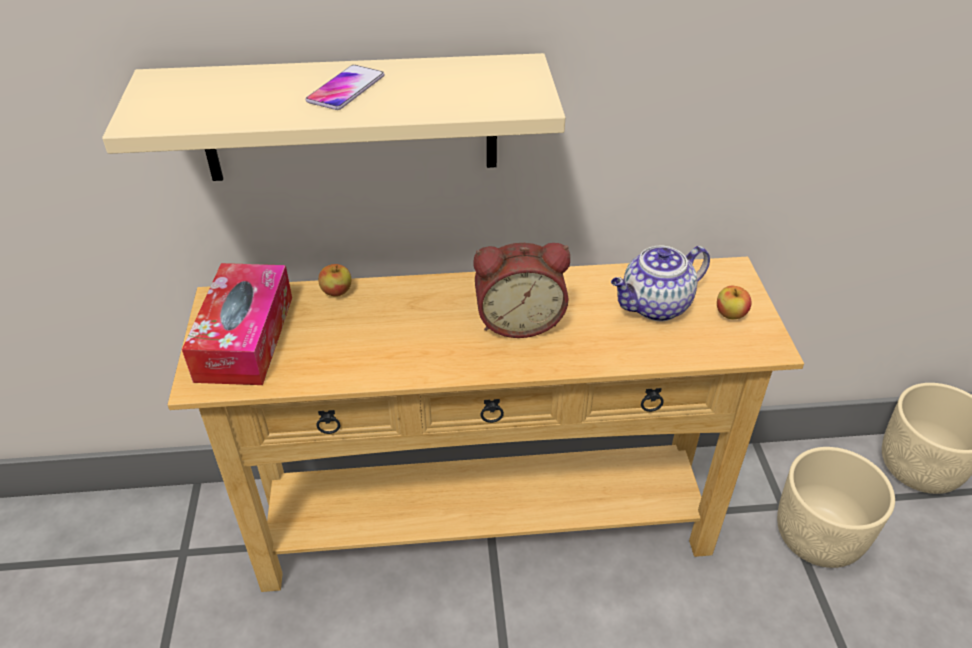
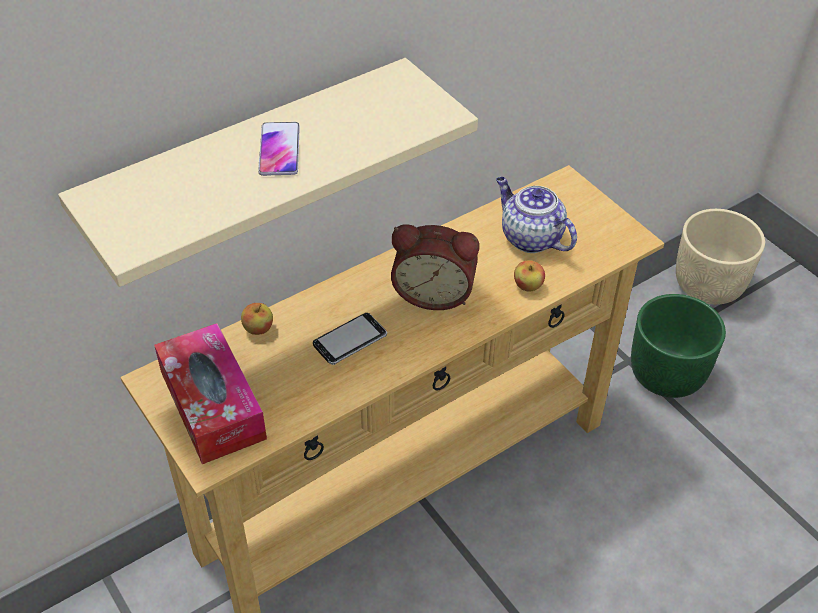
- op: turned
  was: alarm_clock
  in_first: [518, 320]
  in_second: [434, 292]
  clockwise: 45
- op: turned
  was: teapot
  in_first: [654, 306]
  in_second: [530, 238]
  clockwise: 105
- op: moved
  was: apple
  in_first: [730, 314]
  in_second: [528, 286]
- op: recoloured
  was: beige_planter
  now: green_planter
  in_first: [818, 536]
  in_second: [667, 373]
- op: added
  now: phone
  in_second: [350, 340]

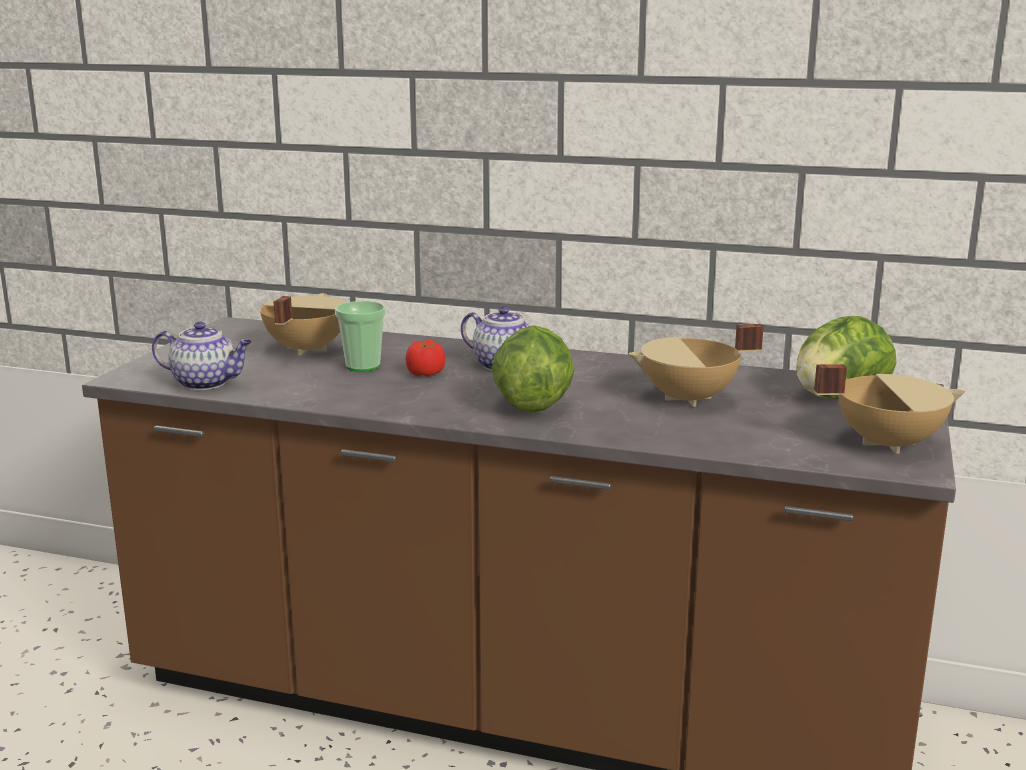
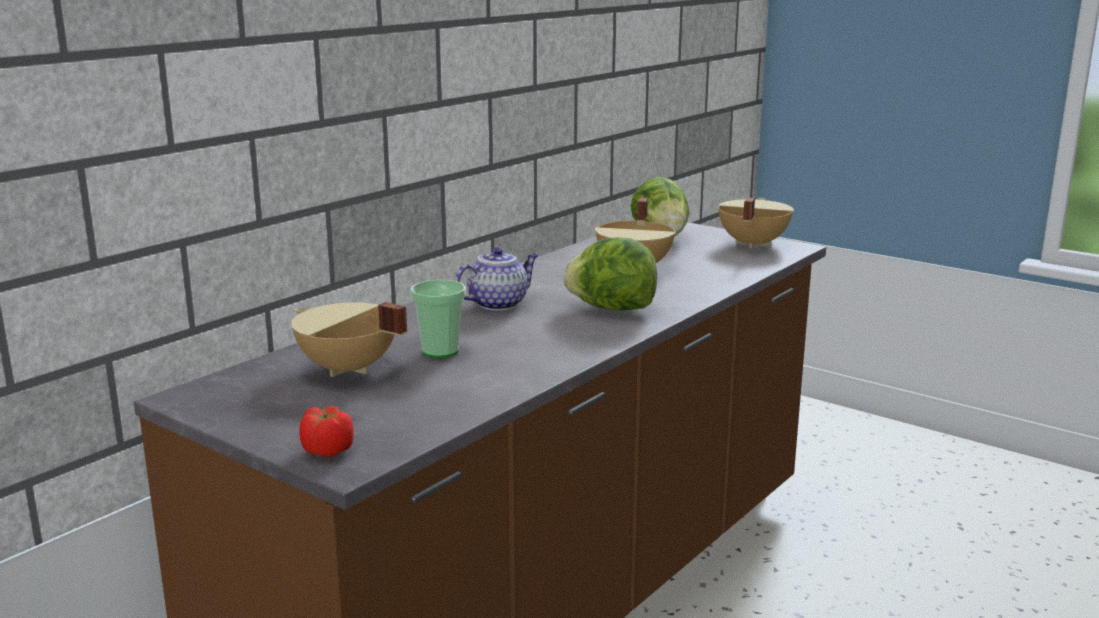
- op: removed
  was: teapot
  in_first: [206, 383]
- op: moved
  was: tomato
  in_first: [425, 373]
  in_second: [327, 450]

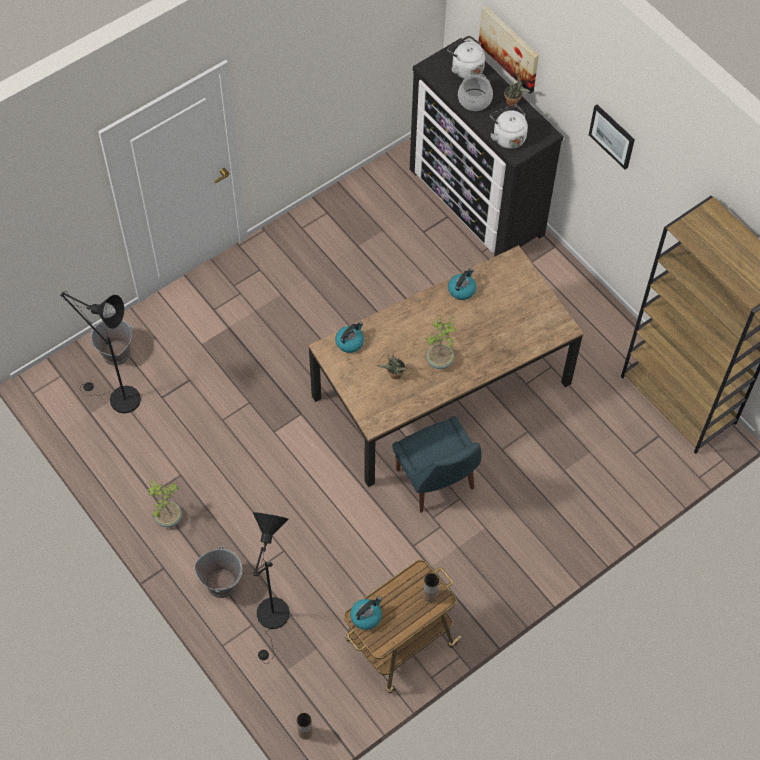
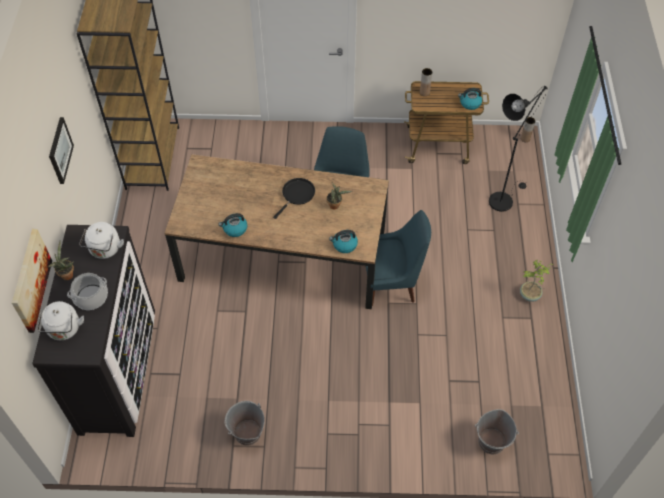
- op: removed
  was: black_floor_lamp
  in_first: [119, 399]
- op: moved
  was: grey_bucket
  in_first: [222, 583]
  in_second: [247, 433]
- op: replaced
  was: potted_plant
  now: black_frying_pan
  in_first: [440, 361]
  in_second: [297, 195]
- op: added
  now: blue_chair
  in_second: [391, 283]

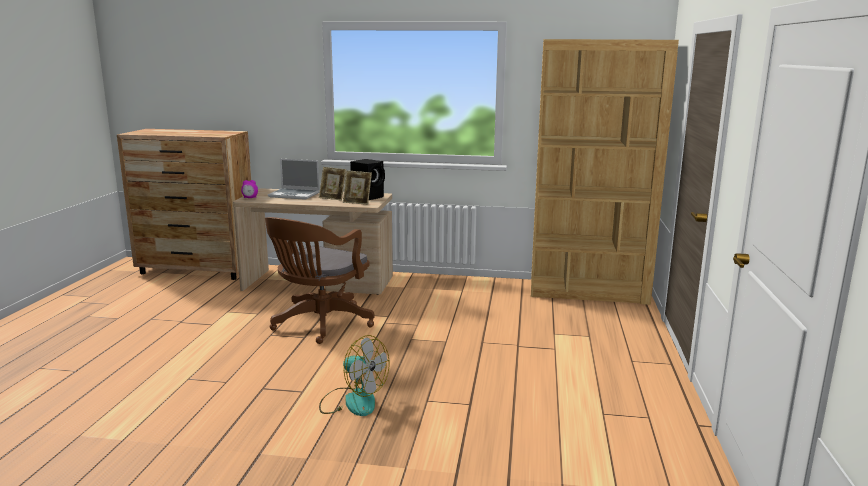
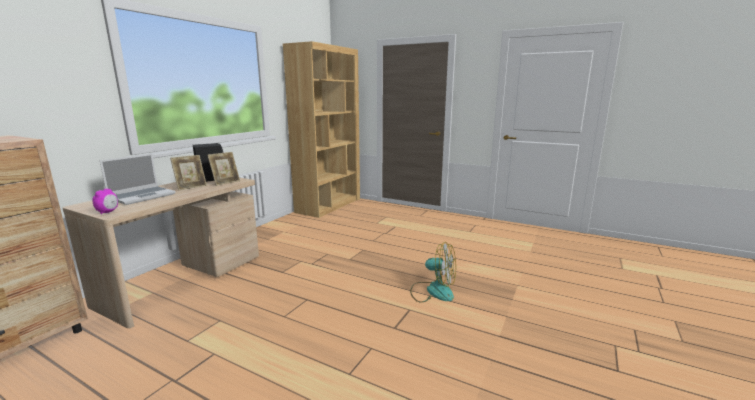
- op: removed
  was: brown_office_chair
  in_first: [319, 324]
- op: turned
  was: fan
  in_first: [352, 401]
  in_second: [433, 291]
  clockwise: 60

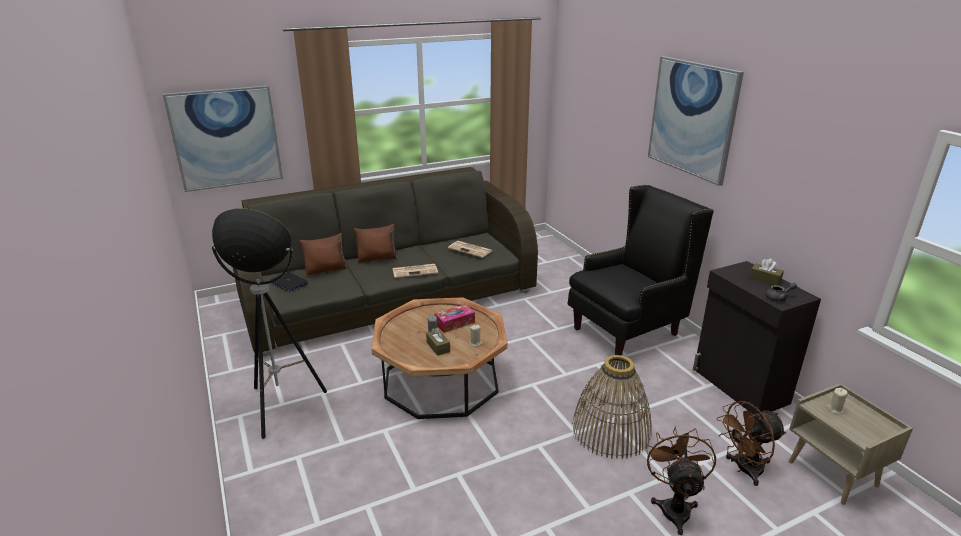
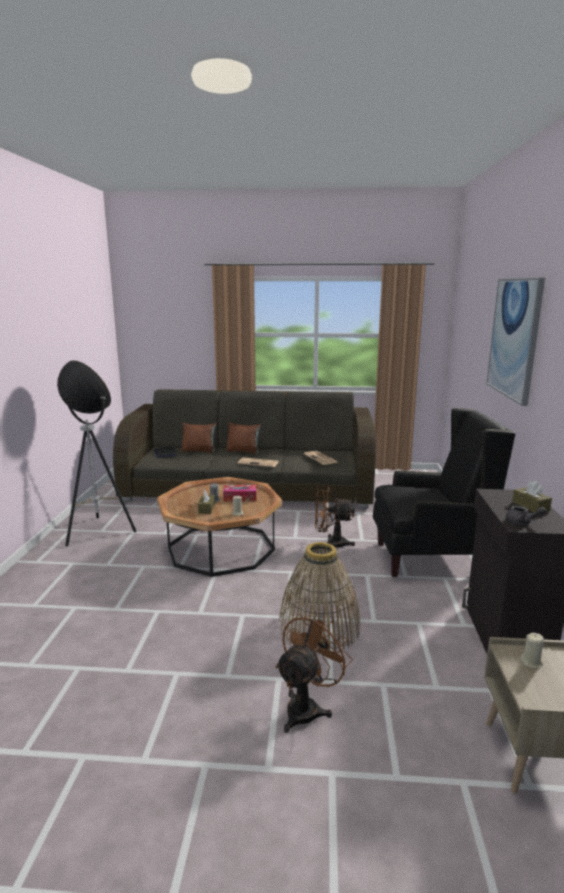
- op: removed
  was: picture
  in_first: [226, 138]
- op: moved
  was: brown_fan
  in_first: [743, 470]
  in_second: [331, 543]

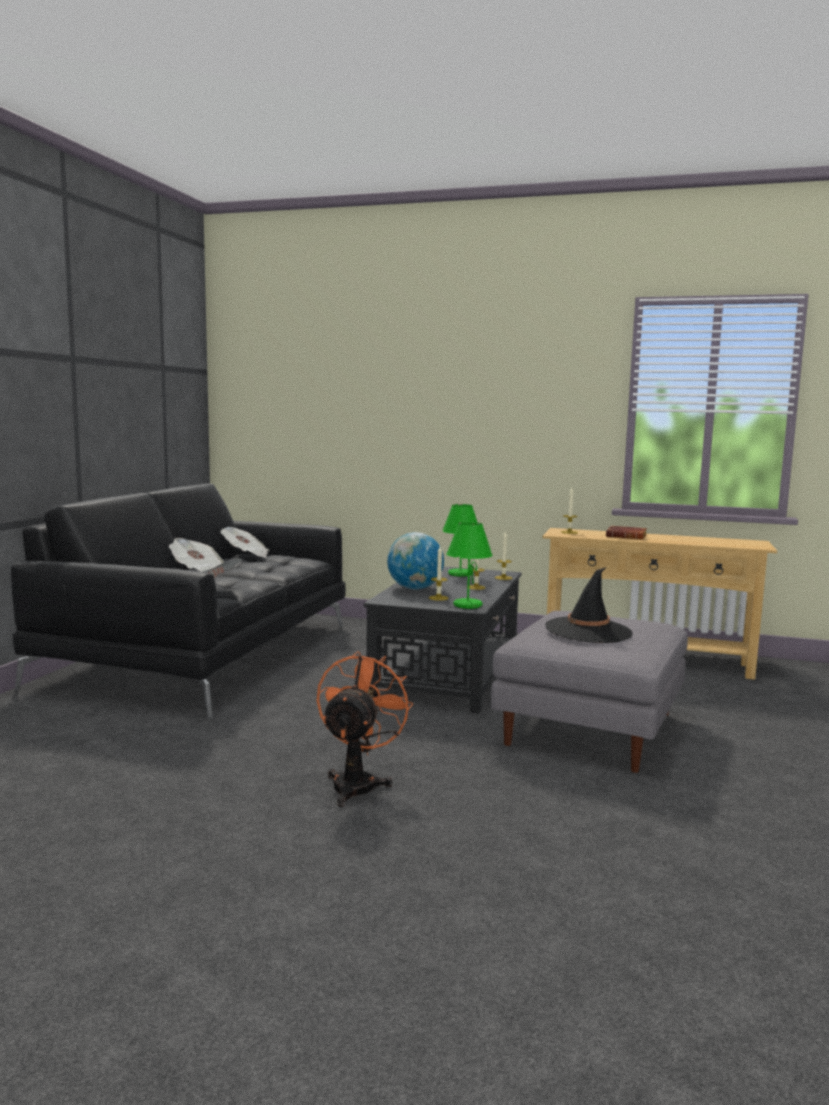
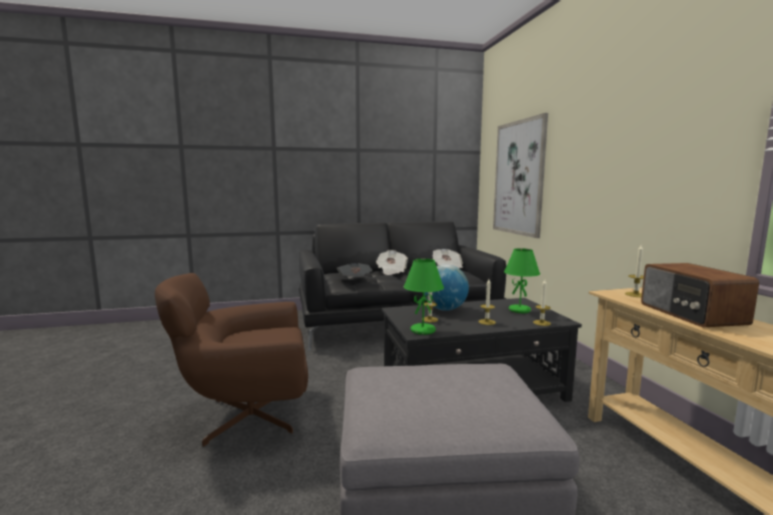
- op: replaced
  was: orange_fan
  now: brown_armchair
  in_first: [358, 783]
  in_second: [246, 416]
- op: removed
  was: black_hat
  in_first: [588, 631]
- op: replaced
  was: brown_book
  now: radio
  in_first: [627, 537]
  in_second: [690, 314]
- op: added
  now: picture
  in_second: [518, 178]

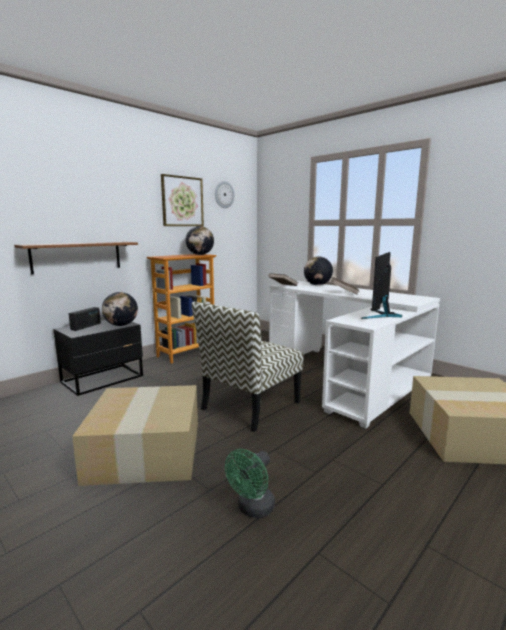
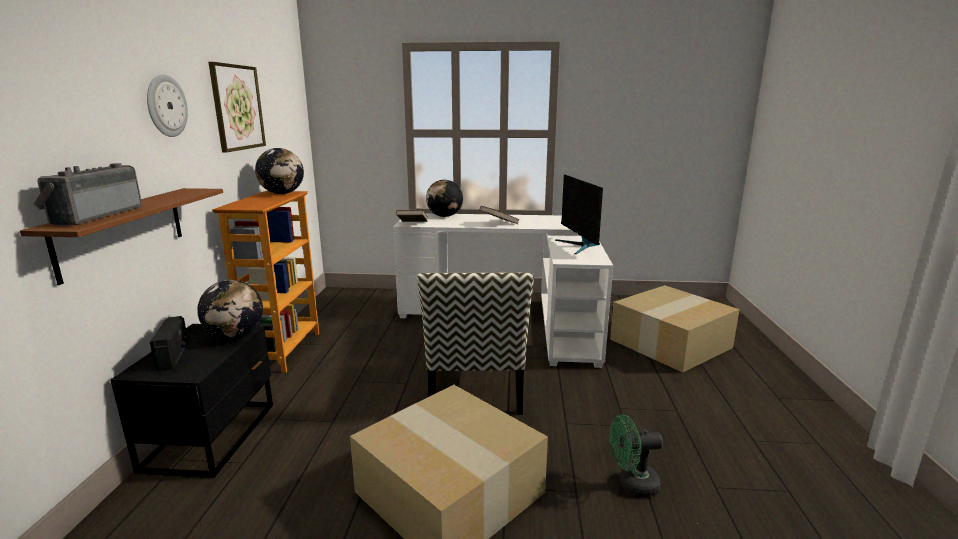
- op: moved
  was: wall_clock
  in_first: [224, 195]
  in_second: [166, 106]
- op: turned
  was: green_fan
  in_first: [252, 509]
  in_second: [632, 485]
  clockwise: 90
- op: added
  now: radio
  in_second: [94, 215]

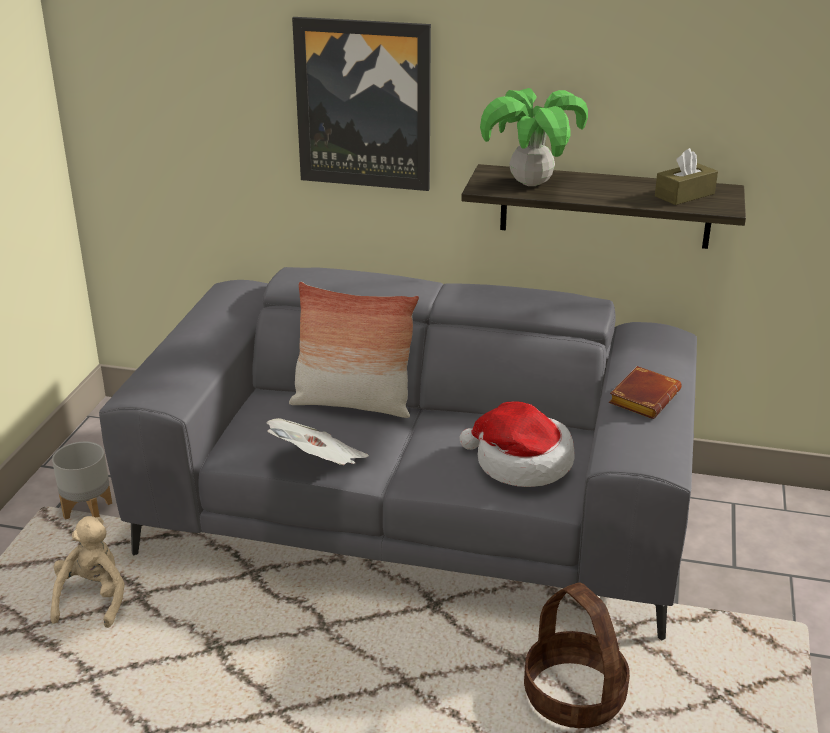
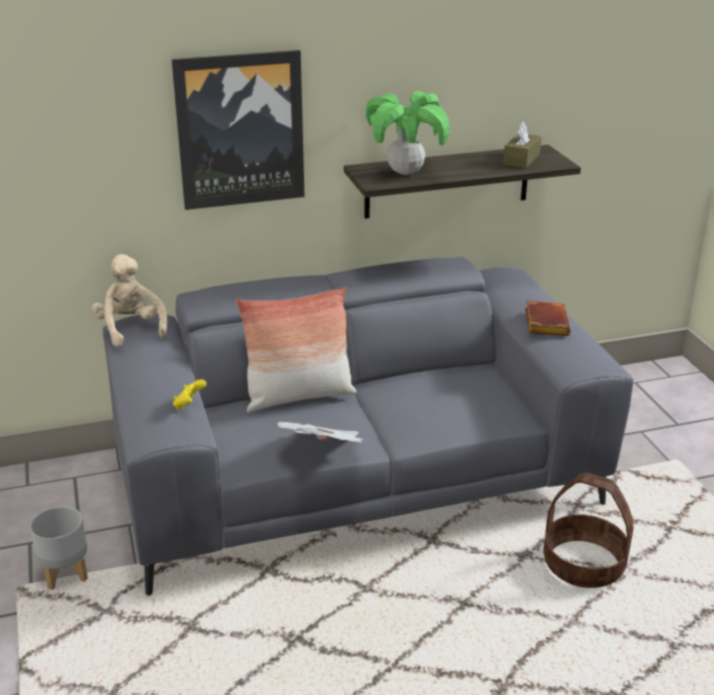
- op: moved
  was: beige_plush_toy
  in_first: [93, 599]
  in_second: [131, 329]
- op: removed
  was: hat
  in_first: [520, 463]
- op: added
  now: yellow_game_controller
  in_second: [189, 405]

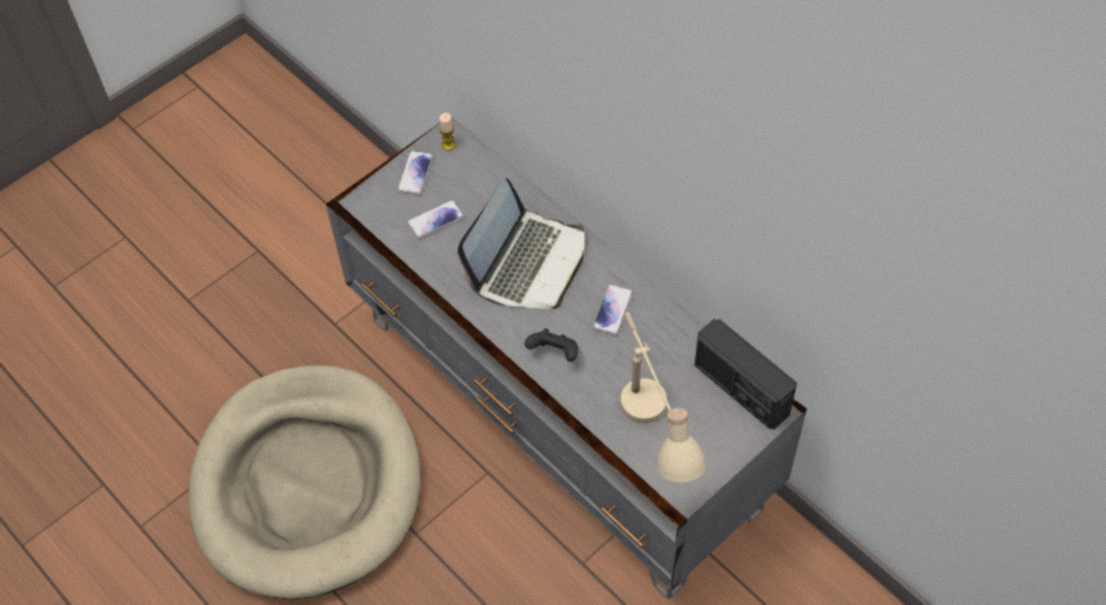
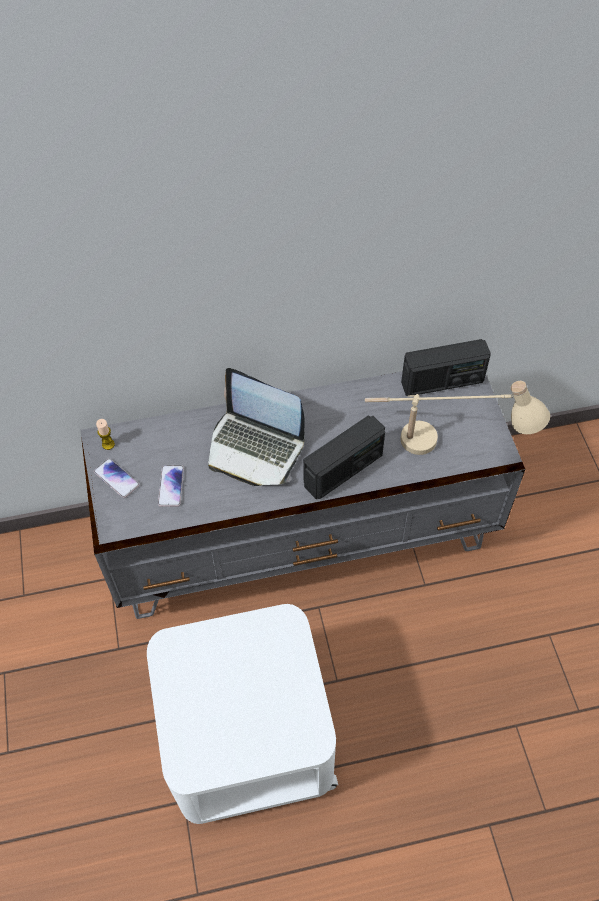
- op: replaced
  was: beige_dog_bed
  now: white_side_table
  in_first: [307, 484]
  in_second: [247, 738]
- op: turned
  was: laptop
  in_first: [528, 263]
  in_second: [255, 448]
  clockwise: 150
- op: replaced
  was: black_game_controller
  now: radio
  in_first: [554, 353]
  in_second: [344, 470]
- op: removed
  was: phone
  in_first: [612, 310]

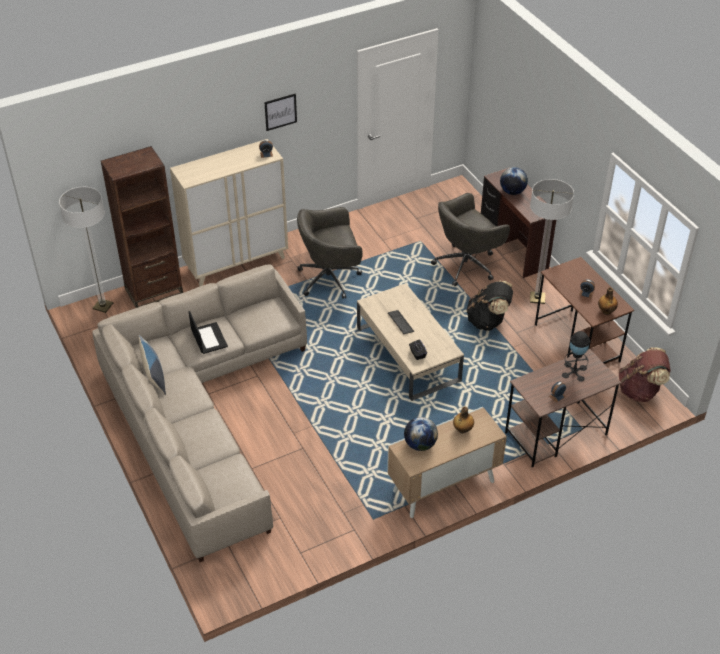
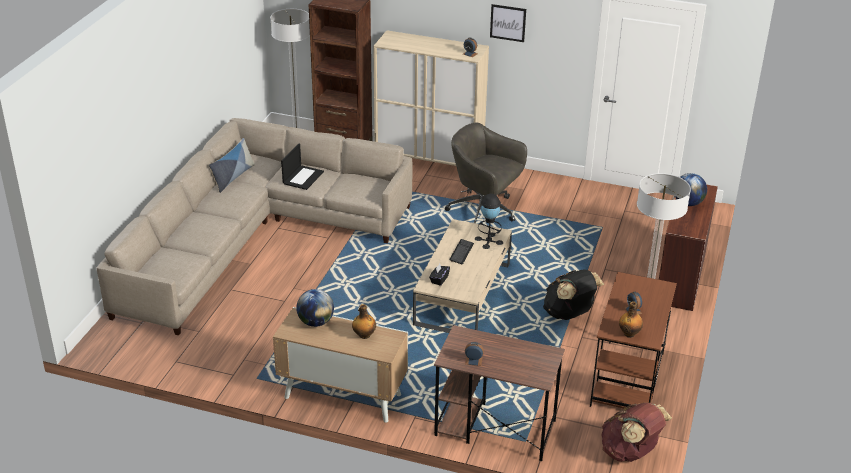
- op: removed
  was: grey_office_chair
  in_first: [467, 264]
- op: moved
  was: black_table_lamp
  in_first: [574, 371]
  in_second: [489, 241]

